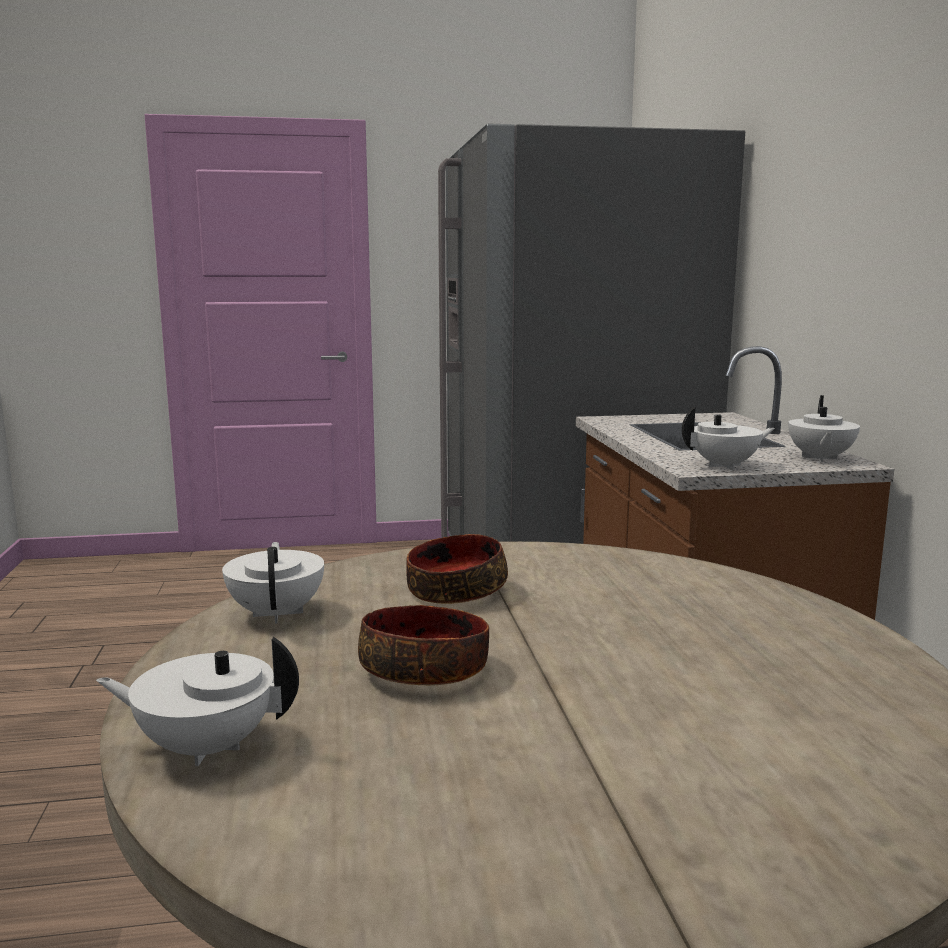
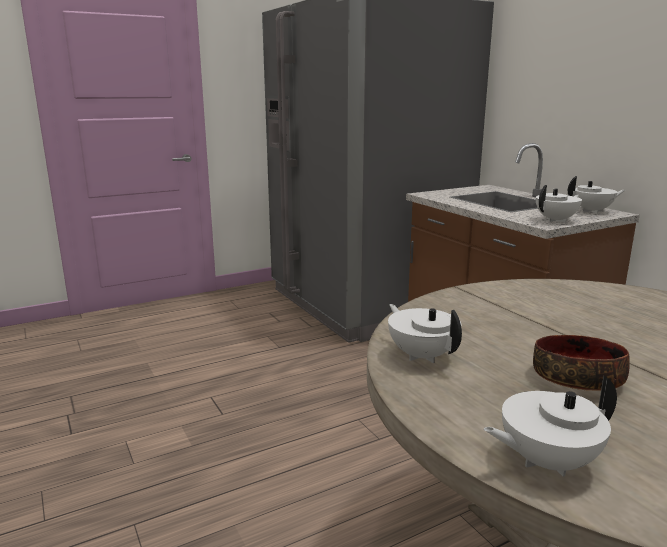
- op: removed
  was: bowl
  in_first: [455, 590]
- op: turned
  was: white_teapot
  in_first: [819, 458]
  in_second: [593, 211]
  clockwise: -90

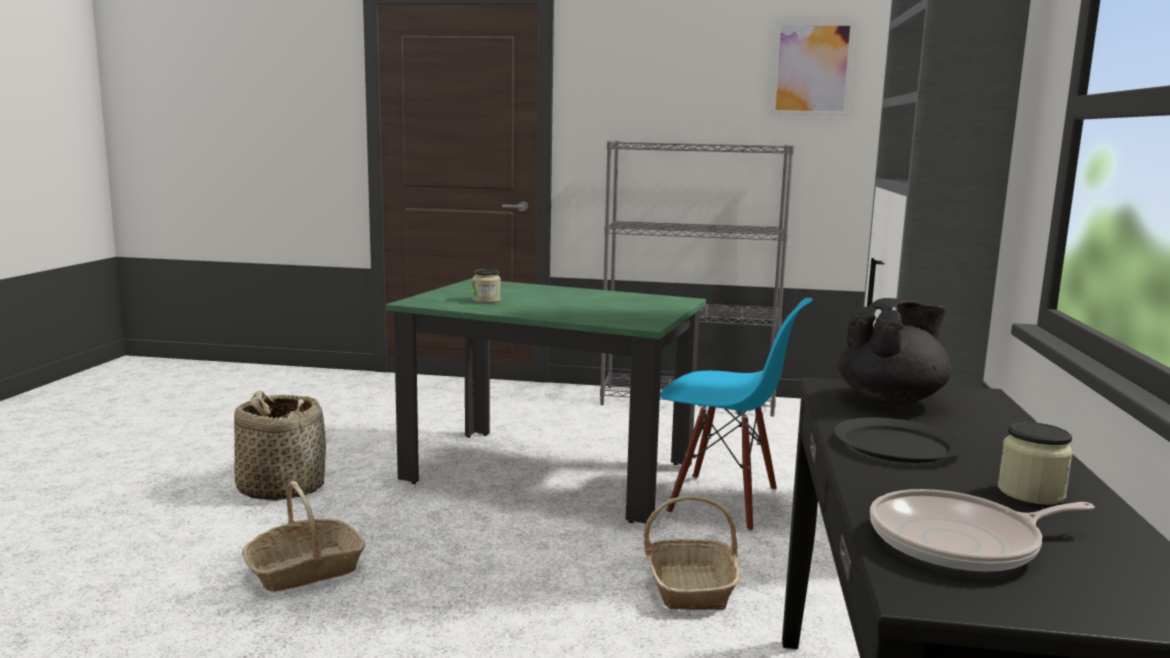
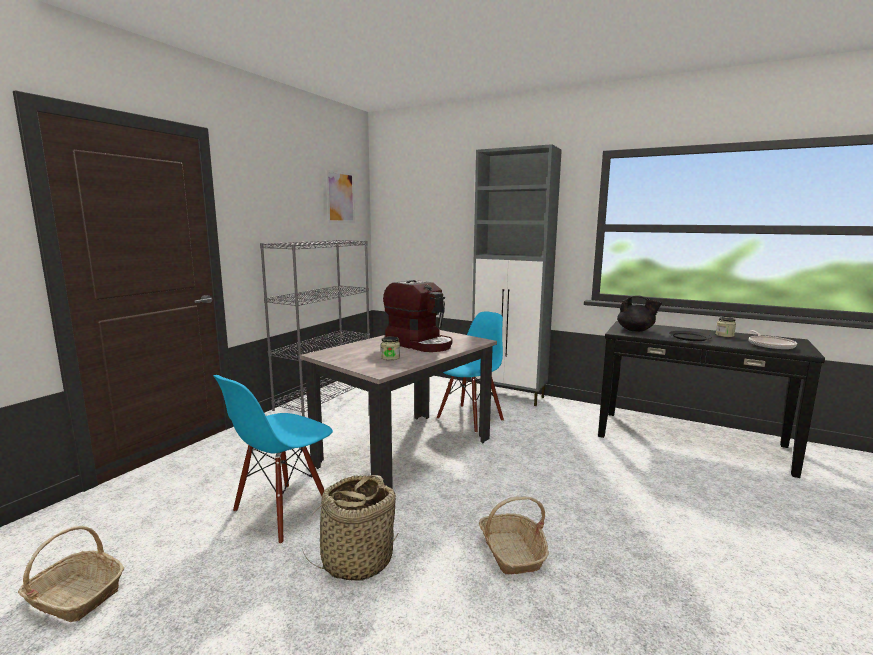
- op: recoloured
  was: green_dining_table
  now: beige_dining_table
  in_first: [549, 473]
  in_second: [405, 452]
- op: moved
  was: basket
  in_first: [690, 587]
  in_second: [74, 597]
- op: turned
  was: black_teapot
  in_first: [891, 400]
  in_second: [636, 330]
  clockwise: 135
- op: added
  now: blue_chair
  in_second: [282, 512]
- op: added
  now: coffee_machine
  in_second: [420, 344]

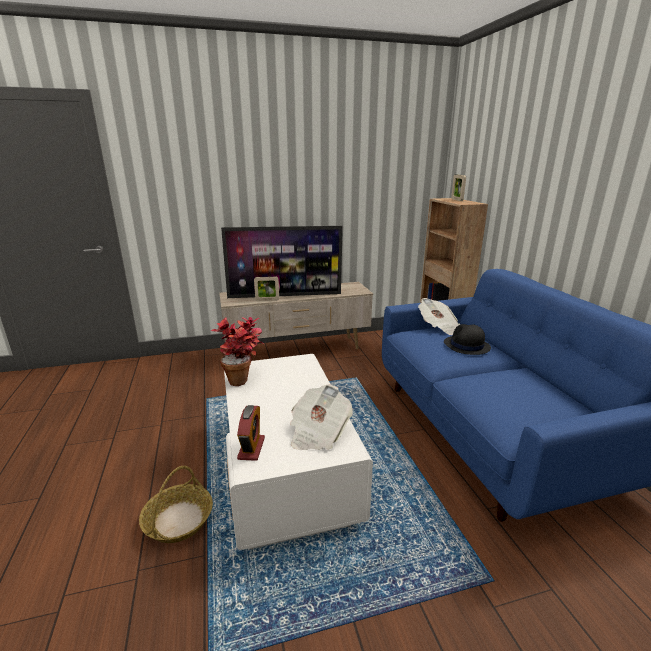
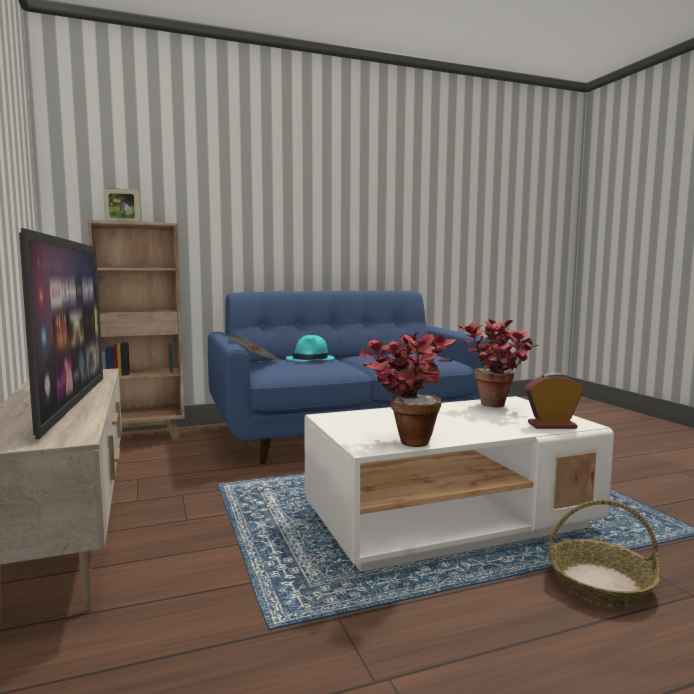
- op: removed
  was: picture_frame
  in_first: [267, 300]
- op: replaced
  was: newspaper
  now: potted_plant
  in_first: [318, 432]
  in_second: [497, 407]
- op: recoloured
  was: black_hat
  now: turquoise_hat
  in_first: [466, 346]
  in_second: [310, 359]

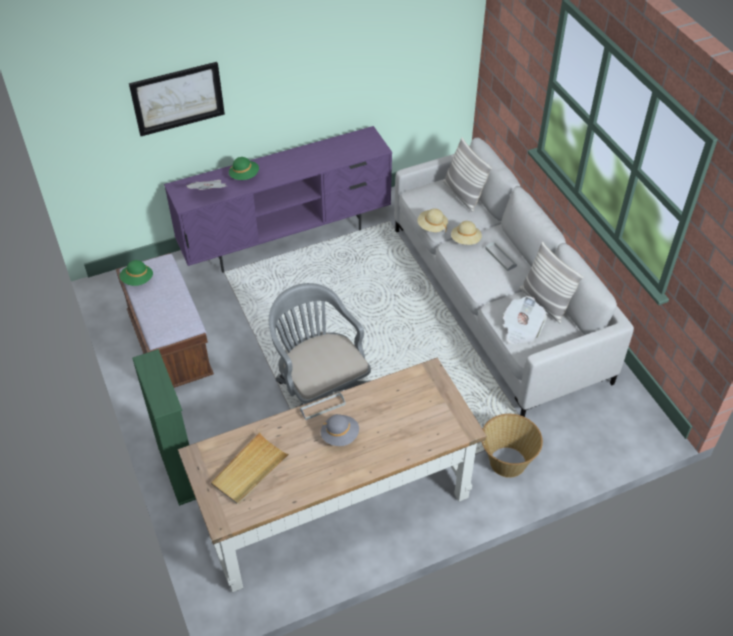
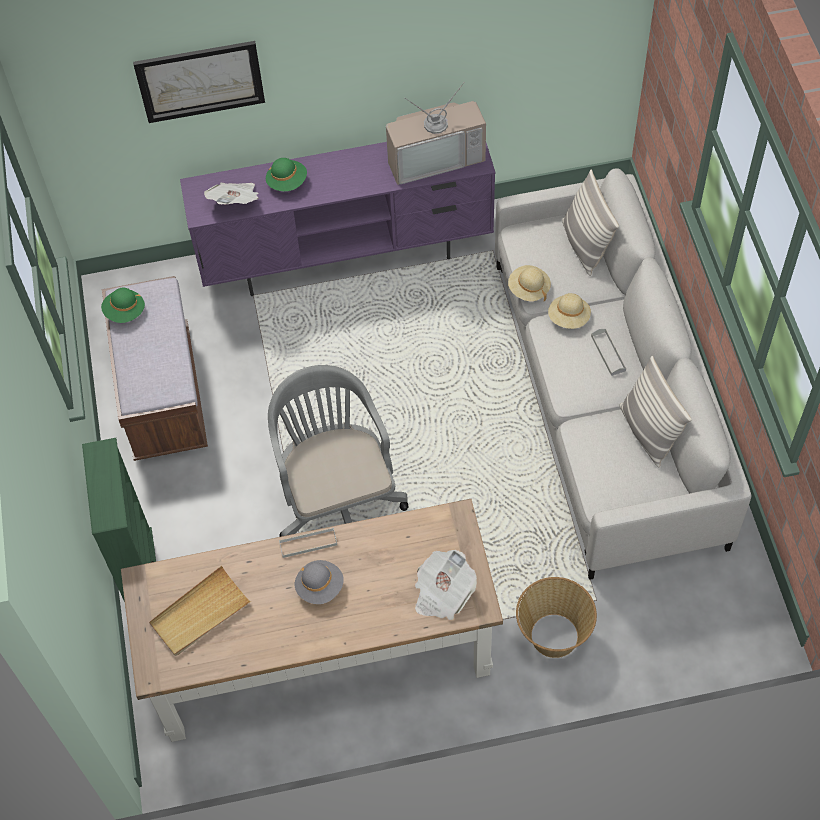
- op: moved
  was: newspaper
  in_first: [521, 329]
  in_second: [442, 593]
- op: added
  now: television
  in_second: [435, 157]

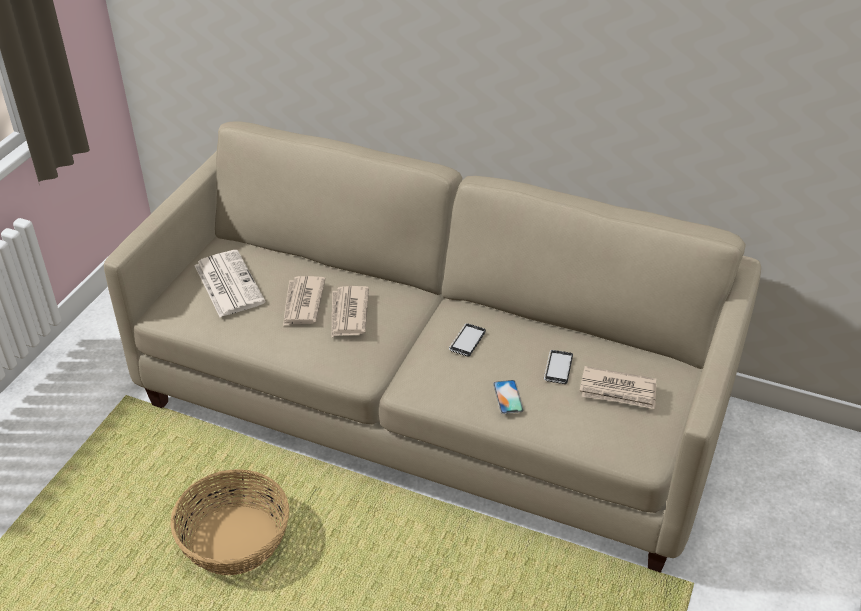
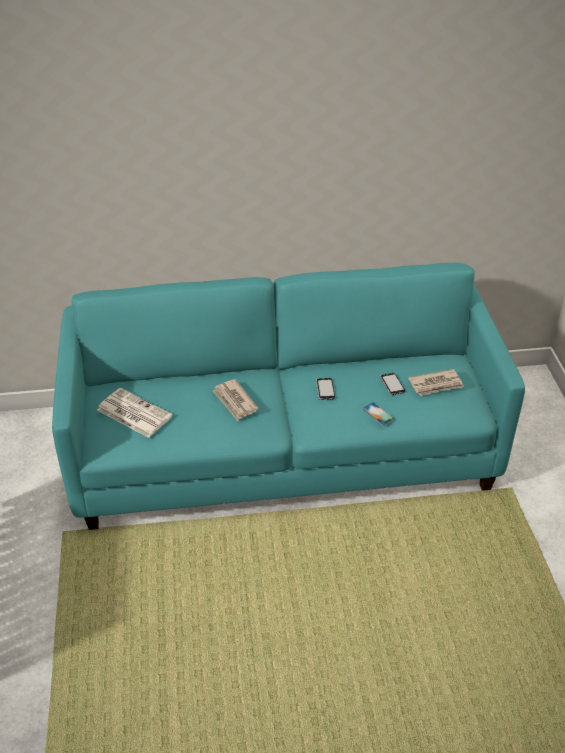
- op: recoloured
  was: beige_sofa
  now: turquoise_sofa
  in_first: [432, 405]
  in_second: [283, 449]
- op: removed
  was: basket
  in_first: [235, 539]
- op: removed
  was: newspaper
  in_first: [302, 303]

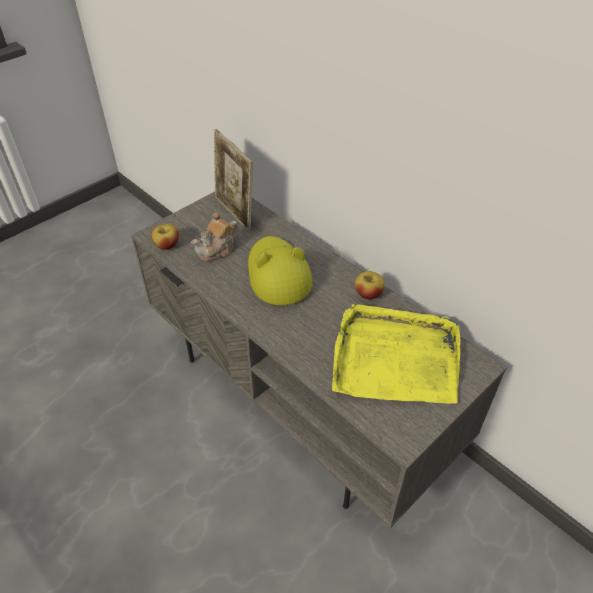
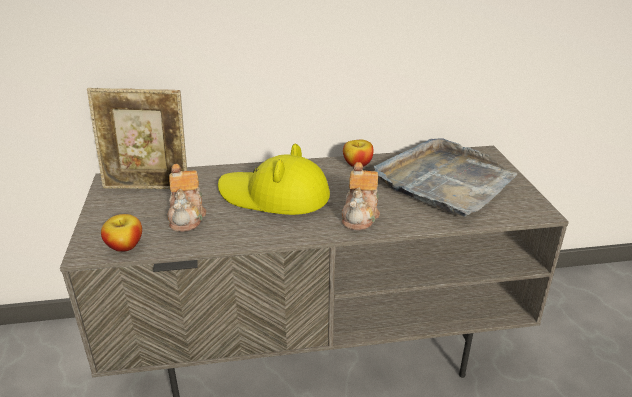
- op: recoloured
  was: yellow_tray
  now: grey_tray
  in_first: [395, 358]
  in_second: [445, 181]
- op: added
  now: teapot
  in_second: [360, 215]

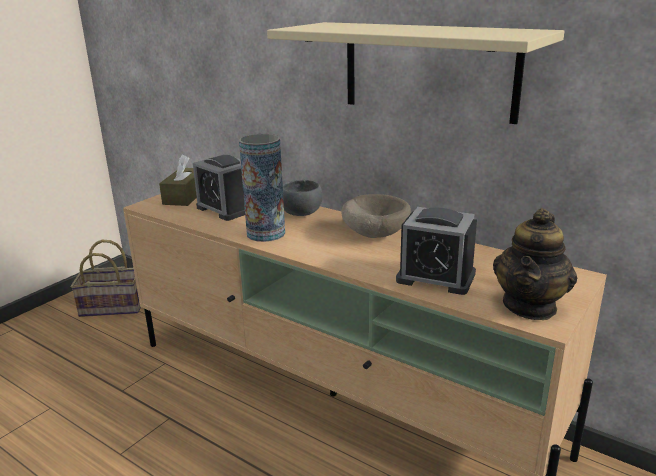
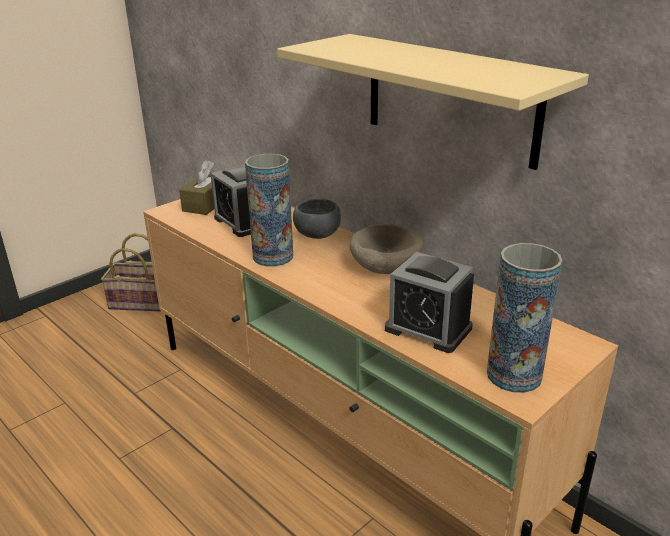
- op: replaced
  was: teapot
  now: vase
  in_first: [530, 306]
  in_second: [514, 375]

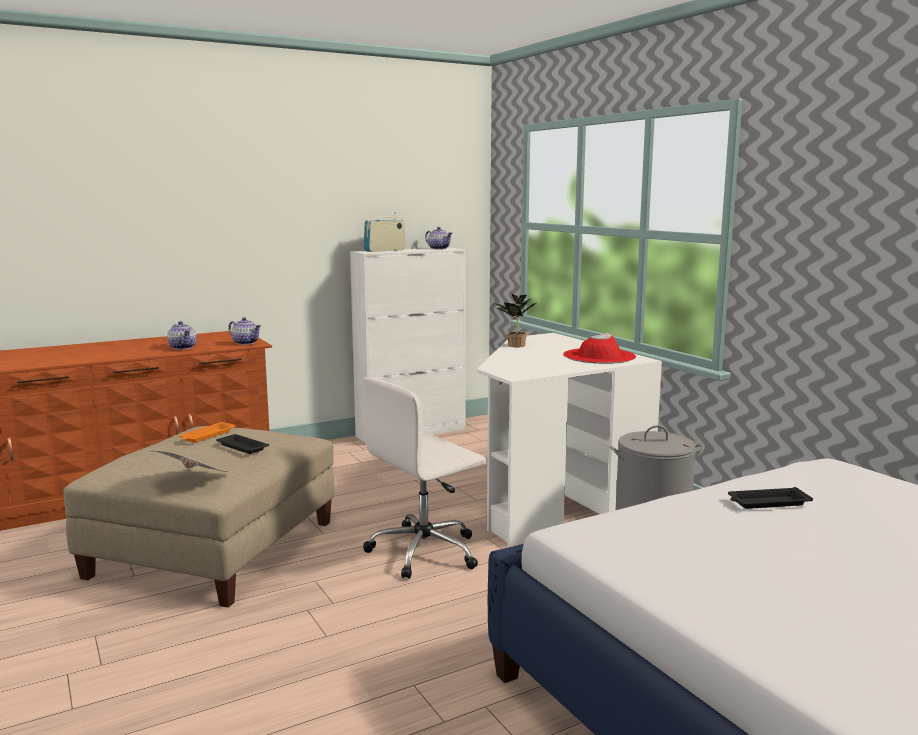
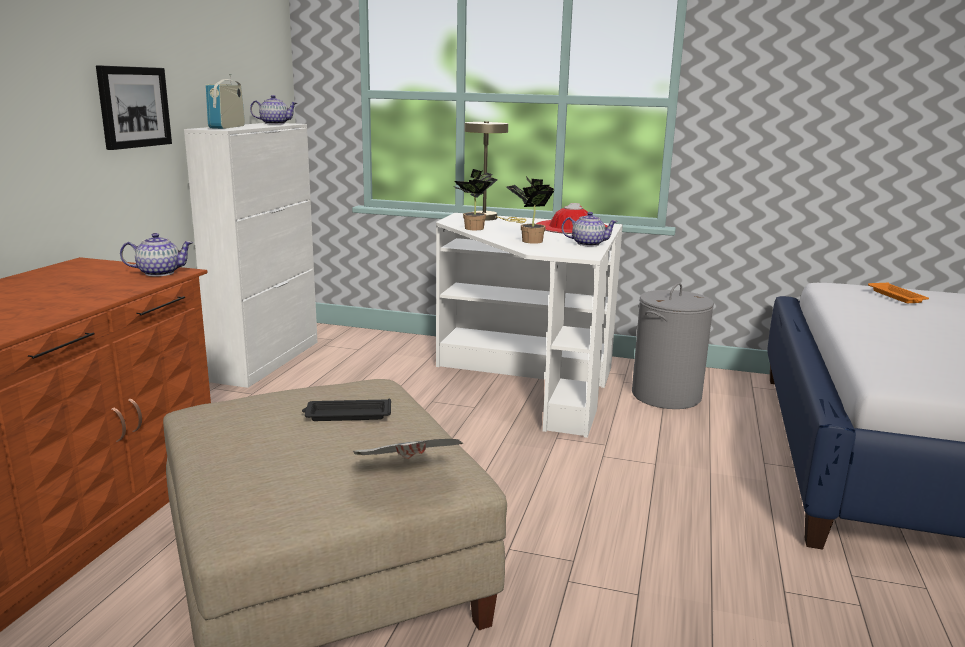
- op: moved
  was: teapot
  in_first: [182, 347]
  in_second: [587, 244]
- op: moved
  was: orange_tray
  in_first: [206, 436]
  in_second: [897, 296]
- op: removed
  was: white_office_chair
  in_first: [426, 551]
- op: removed
  was: black_tray
  in_first: [767, 502]
- op: added
  now: picture
  in_second: [133, 107]
- op: added
  now: beige_table_lamp
  in_second: [489, 218]
- op: added
  now: potted_plant
  in_second: [529, 241]

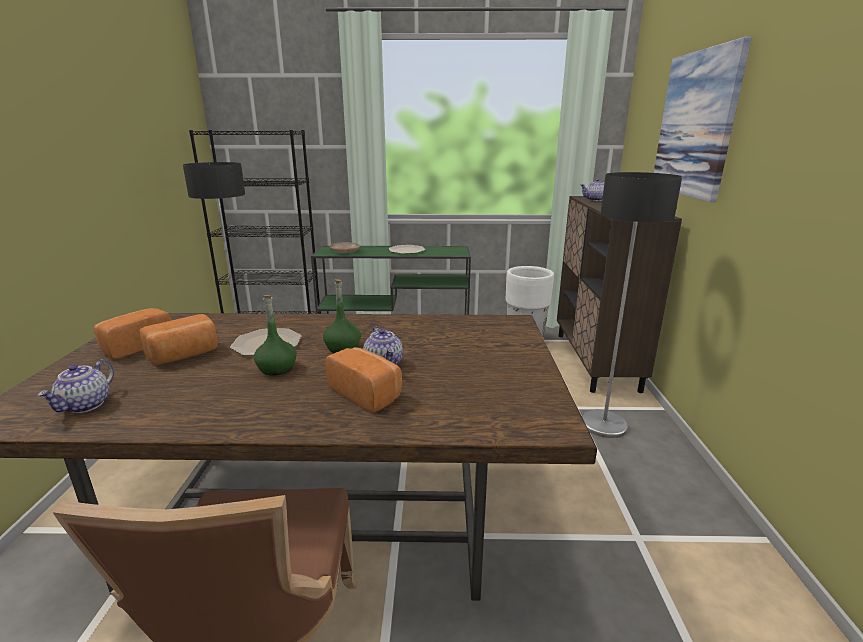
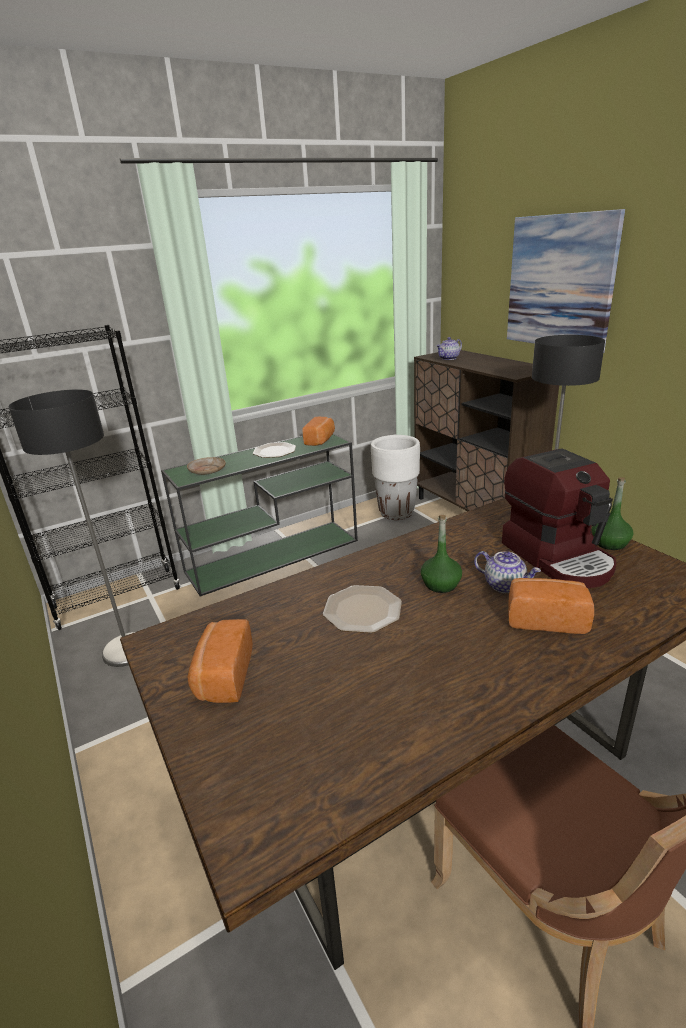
- op: removed
  was: teapot
  in_first: [85, 405]
- op: moved
  was: bread
  in_first: [184, 355]
  in_second: [320, 440]
- op: moved
  was: green_bottle
  in_first: [277, 368]
  in_second: [609, 543]
- op: added
  now: coffee_machine
  in_second: [558, 557]

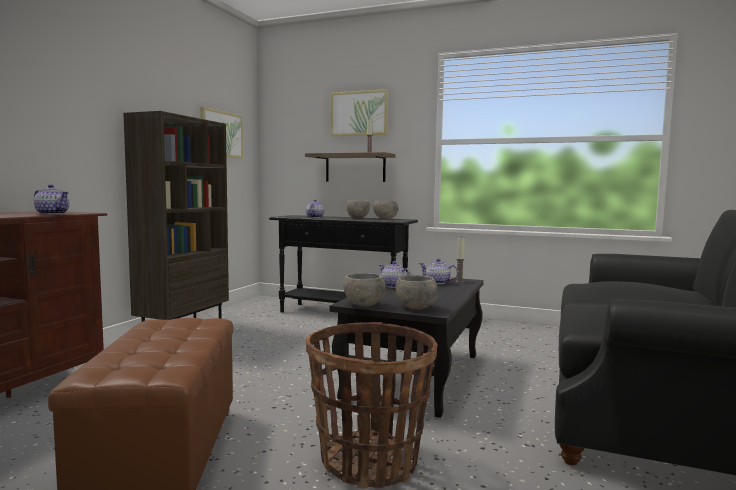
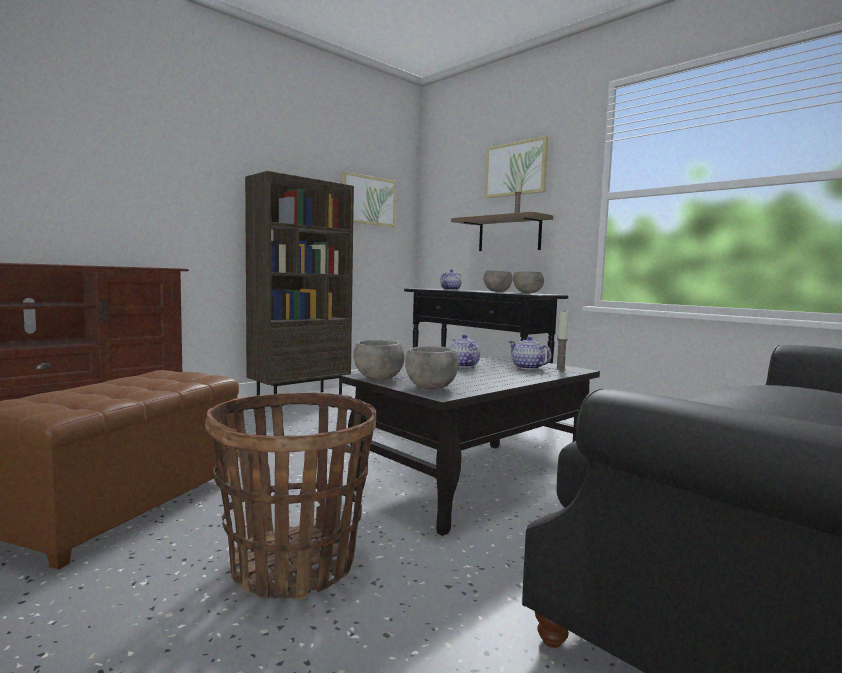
- op: removed
  was: teapot
  in_first: [52, 214]

